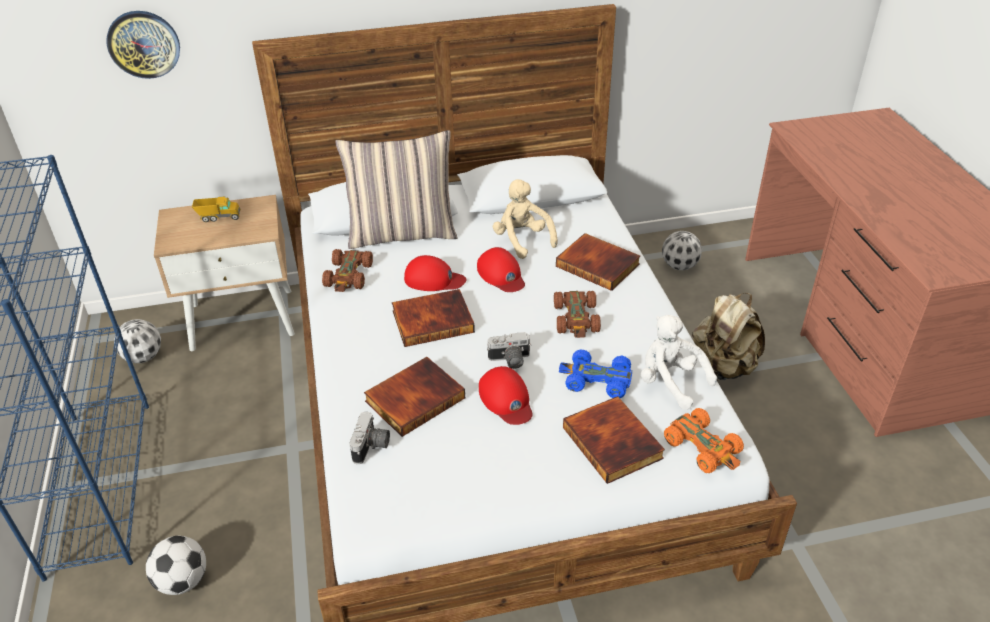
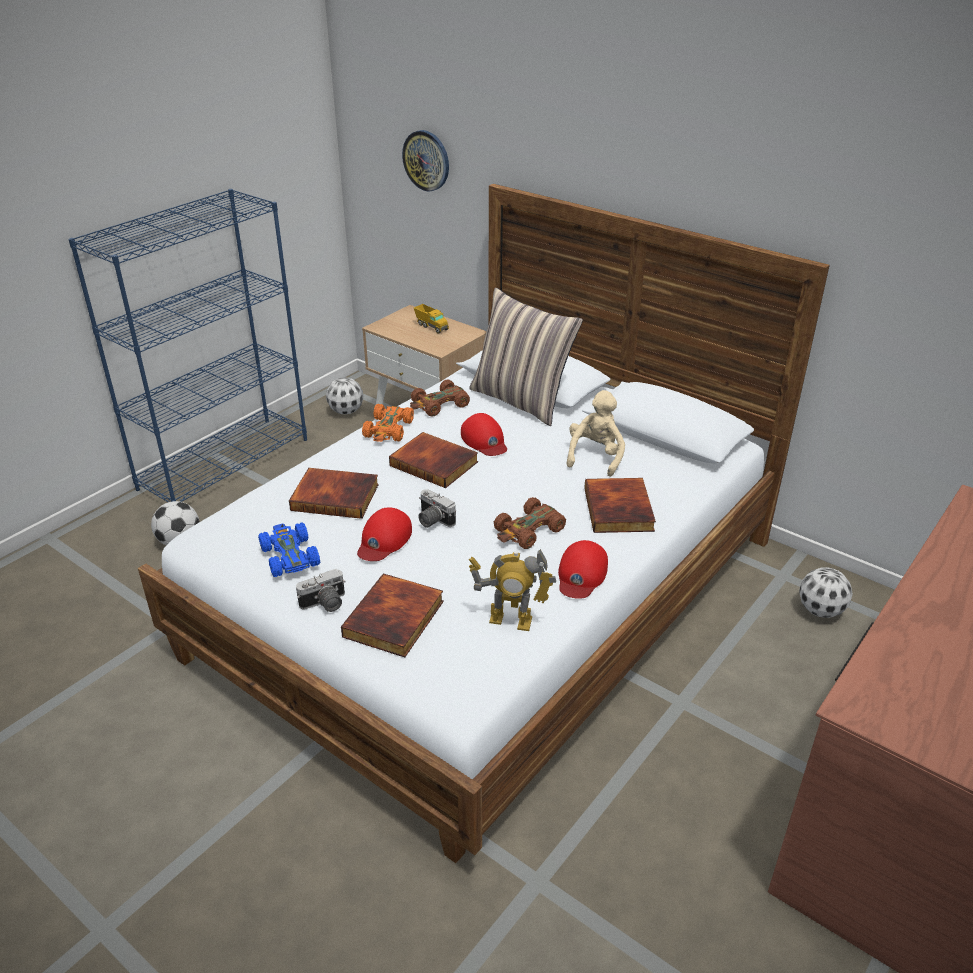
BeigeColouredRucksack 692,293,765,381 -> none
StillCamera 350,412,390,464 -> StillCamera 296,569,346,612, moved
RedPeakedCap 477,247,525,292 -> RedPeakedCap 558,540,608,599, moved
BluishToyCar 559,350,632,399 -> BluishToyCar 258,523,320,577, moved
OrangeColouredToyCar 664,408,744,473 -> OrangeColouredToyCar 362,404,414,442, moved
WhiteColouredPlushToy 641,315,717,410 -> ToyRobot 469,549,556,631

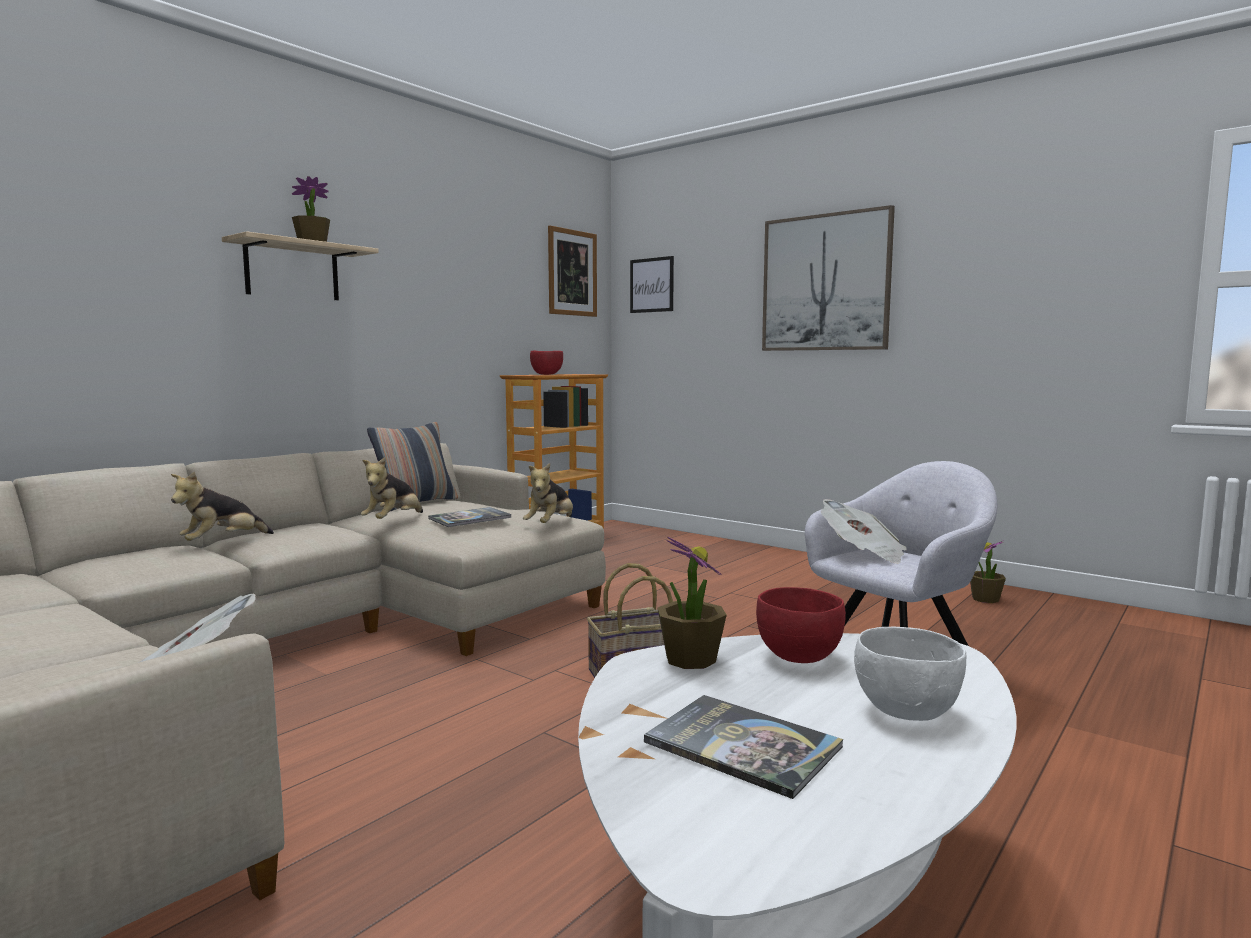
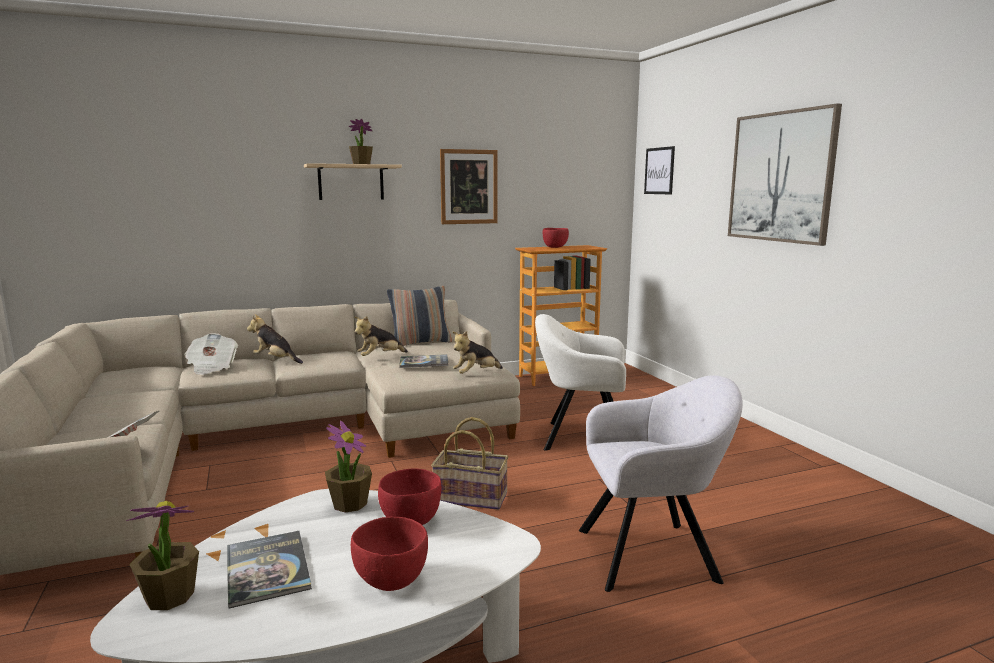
none -> WhiteColouredArmchair 535,314,626,451
WallPicture 548,226,597,317 -> WallPicture 440,149,498,224, moved
PrintedPaper 821,499,906,564 -> PrintedPaper 184,333,238,375, moved
PlantInAPot 970,540,1006,603 -> PlantInAPot 126,501,199,610, moved
WhiteColouredBowl 854,627,966,721 -> RedBowl 351,517,428,591
PlushToy 171,472,274,541 -> PlushToy 247,314,303,364, 45 degrees clockwise

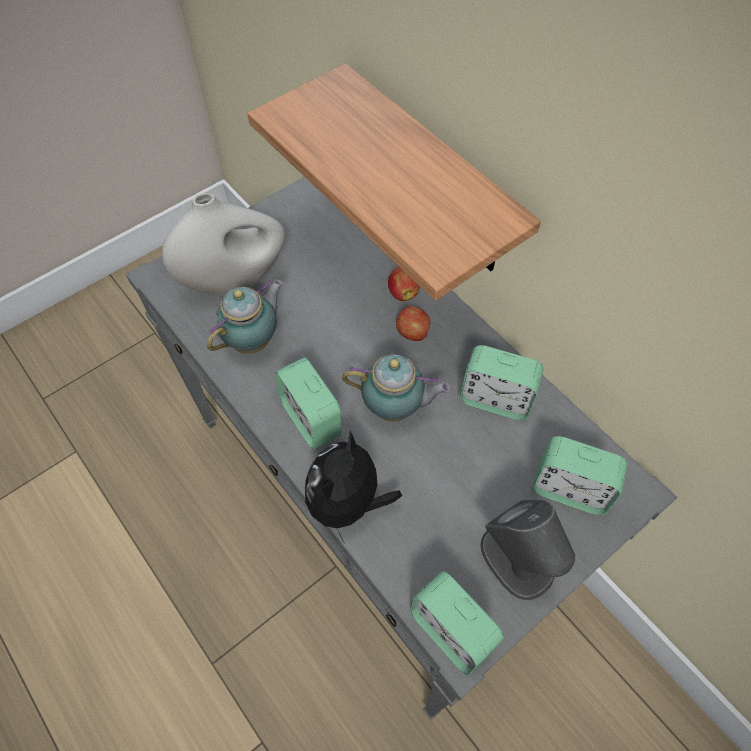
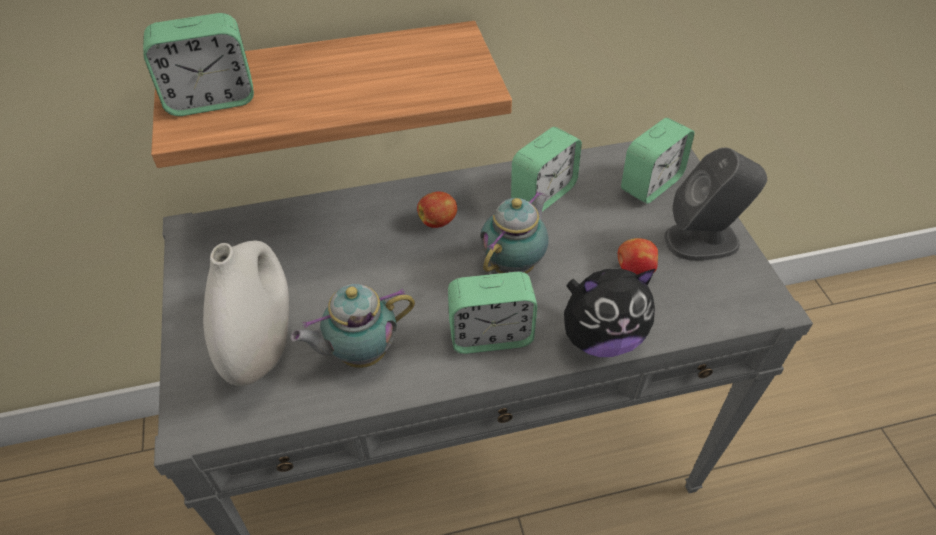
AppleFruit 388,267,420,301 -> AppleFruit 618,238,658,275, moved
BedsideClock 410,571,504,676 -> BedsideClock 143,13,254,116, moved
PotForTea 207,279,284,354 -> PotForTea 290,284,415,368, 90 degrees counterclockwise
PlushToy 305,431,402,543 -> PlushToy 564,268,655,357, 60 degrees counterclockwise

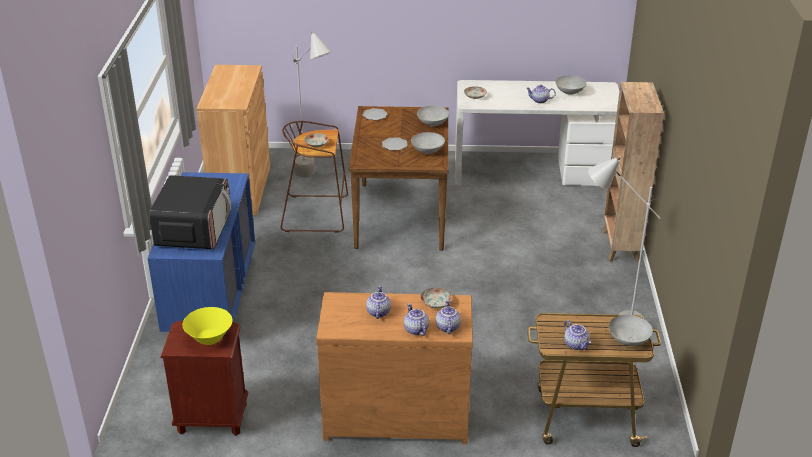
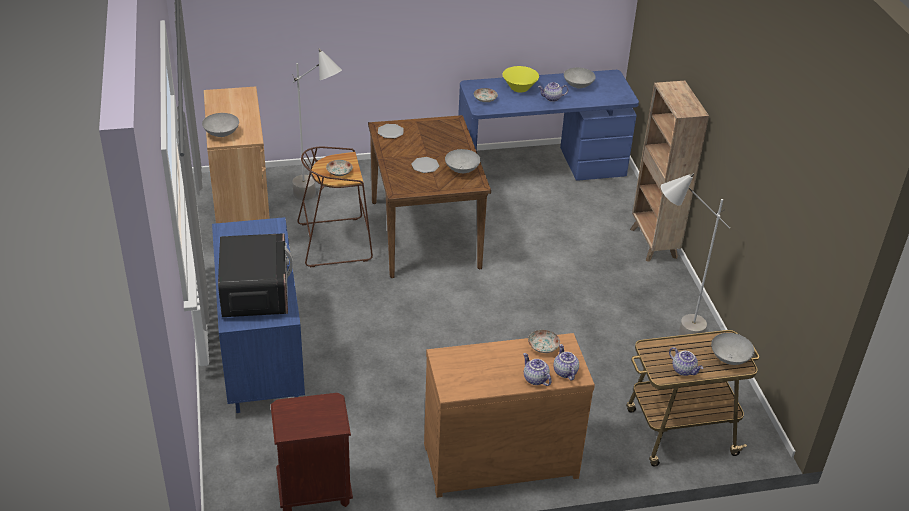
PotForTea 366,286,391,319 -> none
YellowBowl 183,307,232,345 -> YellowBowl 503,66,539,92, moved
GreyBowl 417,106,449,126 -> GreyBowl 202,113,239,137, moved
WhiteColouredDesk 455,80,619,186 -> BluishDesk 458,70,639,181

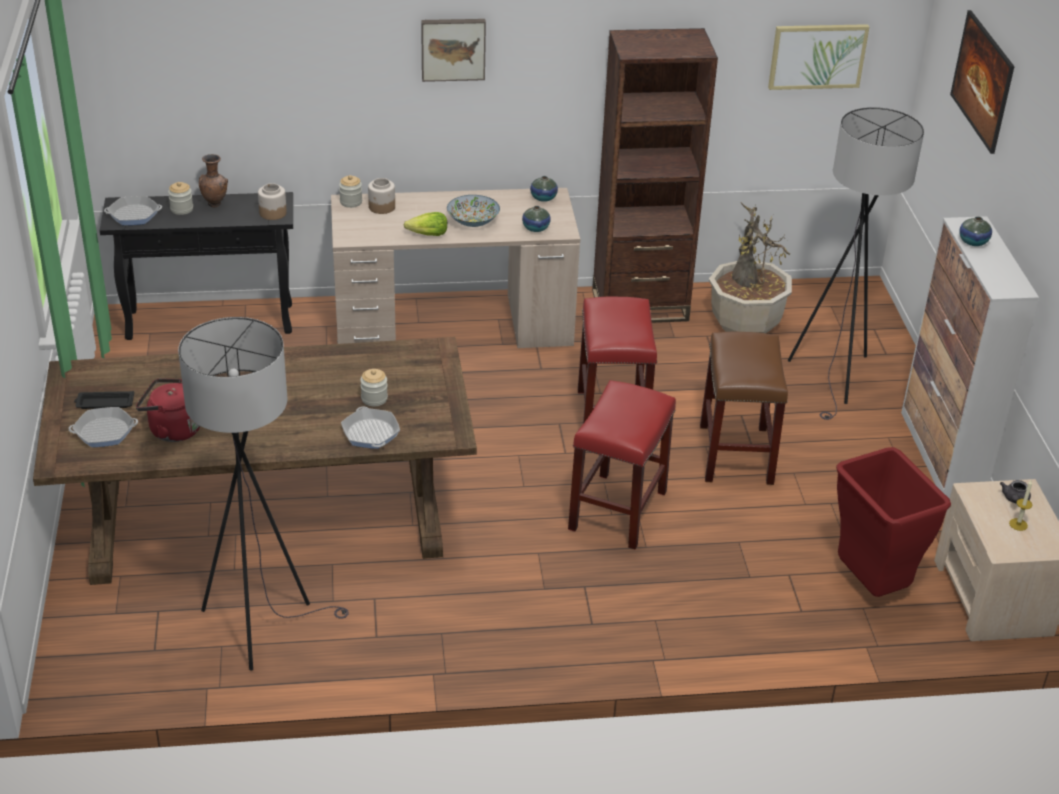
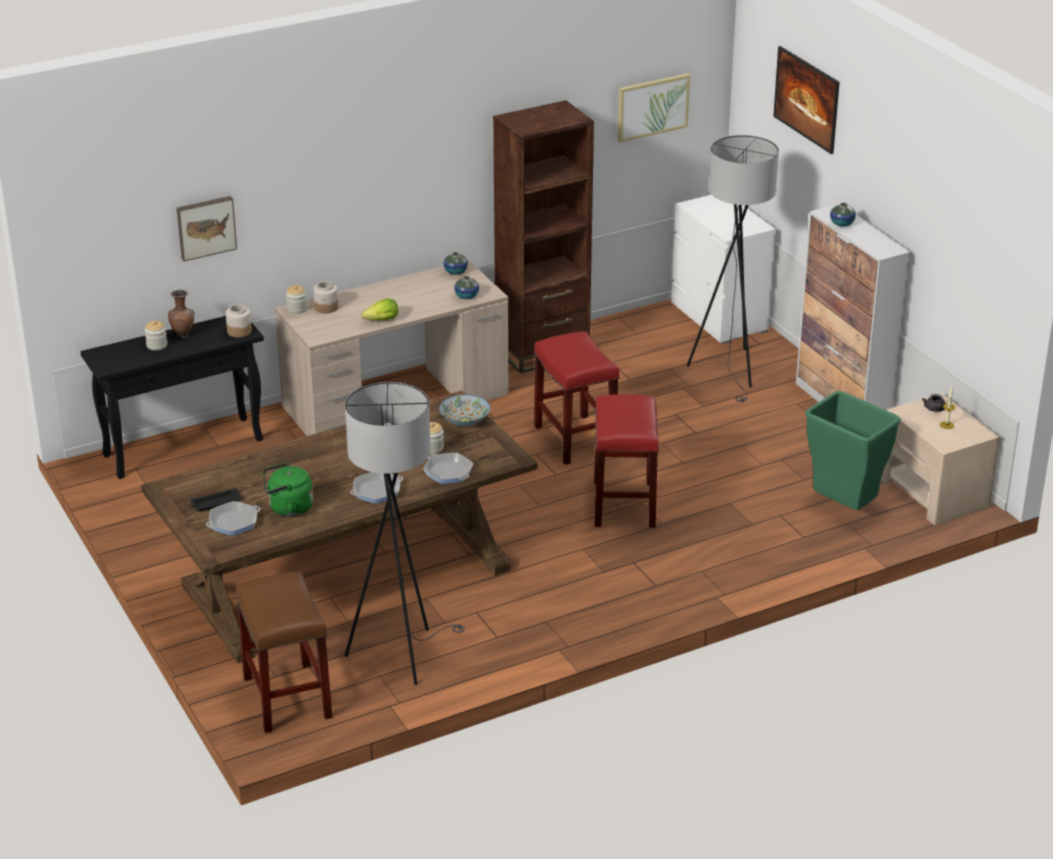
PlantInAPot 709,203,792,333 -> none
none -> WhiteColouredChestOfDrawers 671,195,776,344
Pan 104,196,162,225 -> Pan 350,472,403,504, moved
WallPicture 421,19,486,82 -> WallPicture 176,196,237,261, moved
Bowl 447,195,500,227 -> Bowl 439,395,491,426, moved
BrownishStool 700,332,788,485 -> BrownishStool 236,571,332,733, moved
RedWaterKettle 136,379,200,442 -> GreenColouredWaterKettle 263,463,313,516
RedRubbishBin 836,447,951,597 -> GreenColouredRubbishBin 805,391,901,510

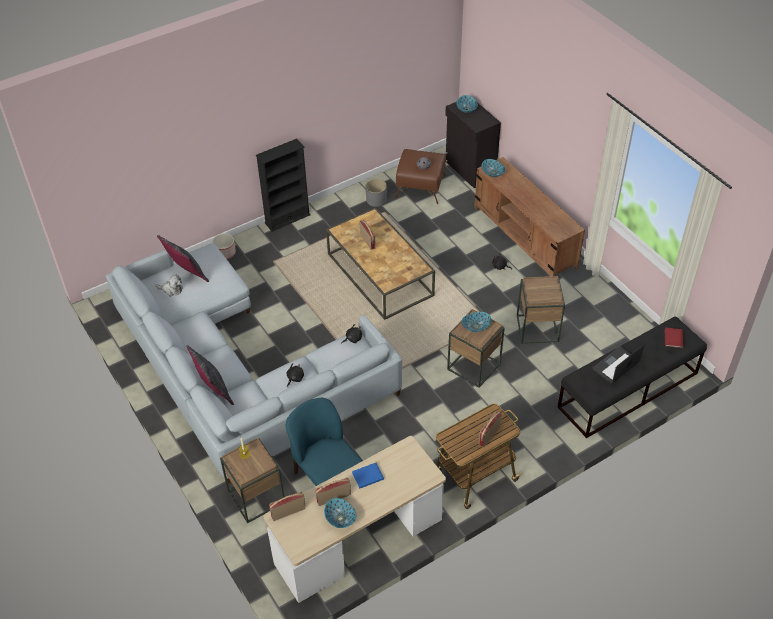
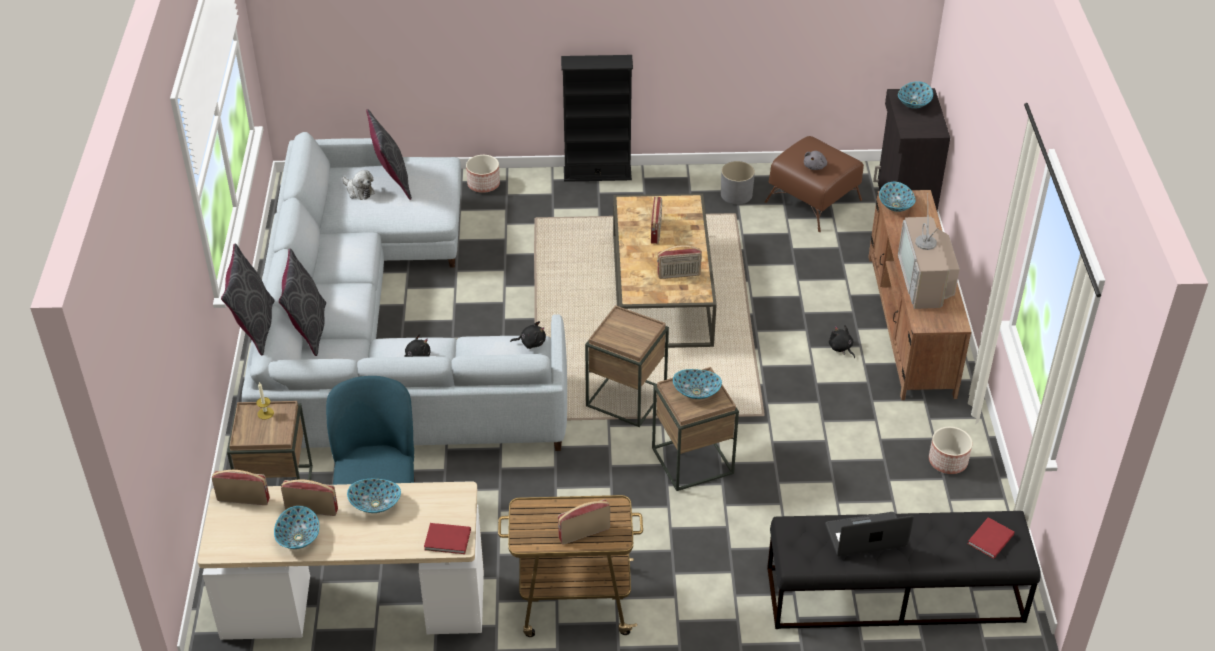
none -> GreyCushion 221,243,274,355
none -> RedBoundBook 424,523,471,554
none -> RadioReceiver 657,245,702,279
none -> TvSet 898,193,960,309
none -> PlantPot 929,427,972,474
BrownishSideTable 517,276,565,344 -> BrownishSideTable 585,305,669,427, moved
BluishBoundBook 352,463,384,488 -> Bowl 347,479,401,513

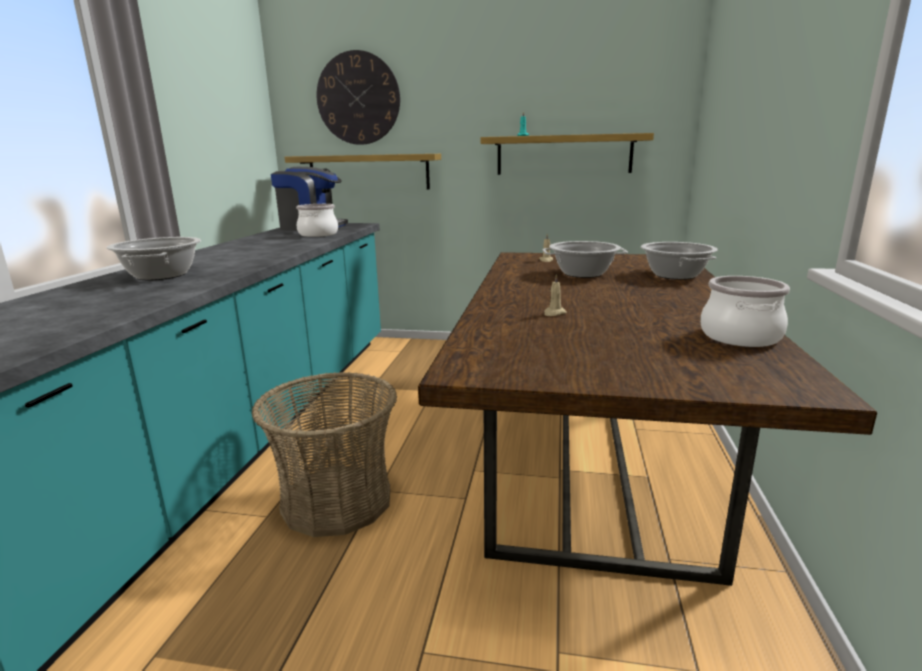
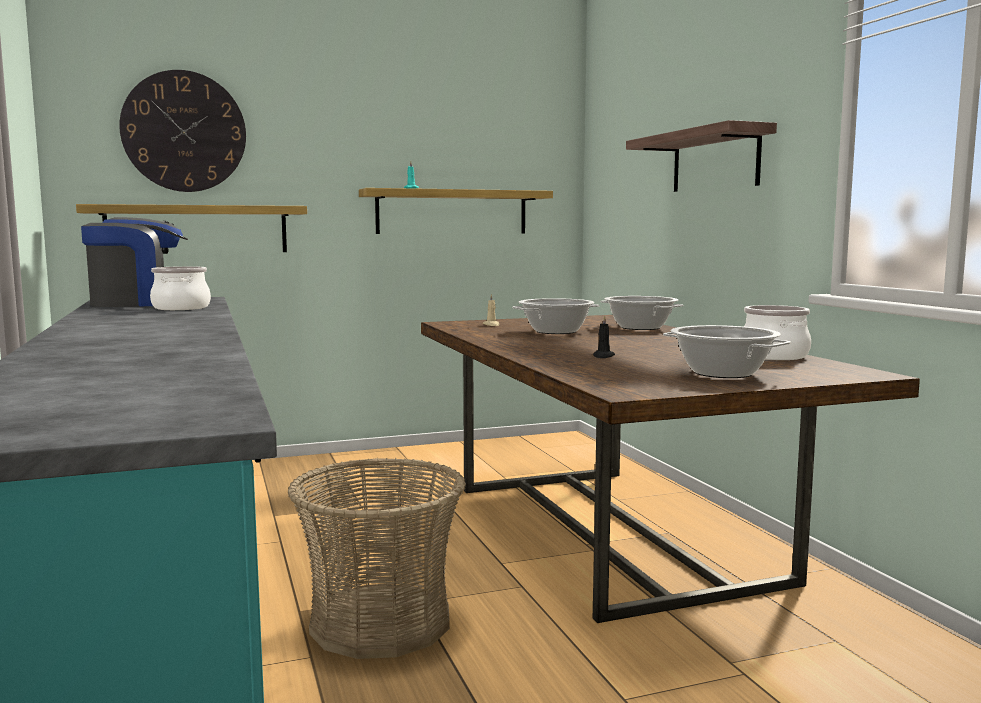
none -> WallShelf 626,120,777,192
CookingPot 107,237,201,280 -> CookingPot 663,325,791,378, moved
BeigeColouredWaxLight 544,274,566,316 -> BlackColouredWaxLight 593,315,615,358

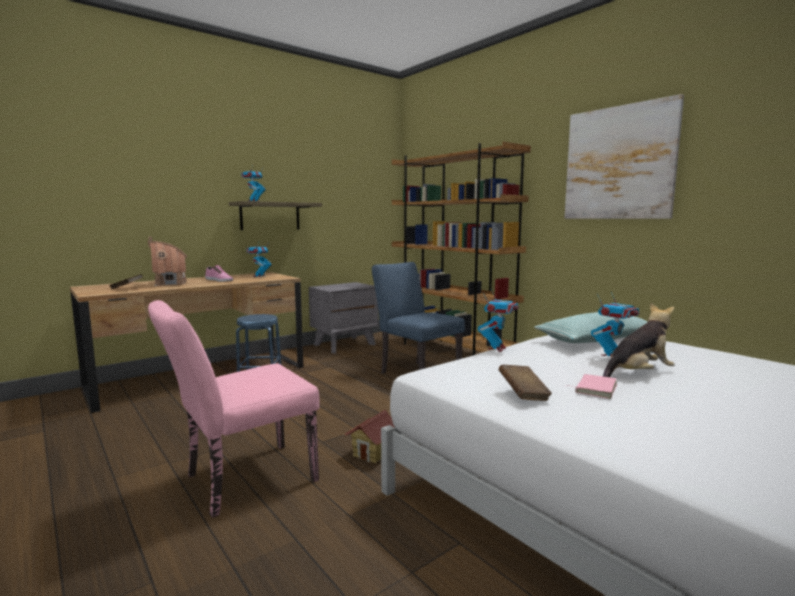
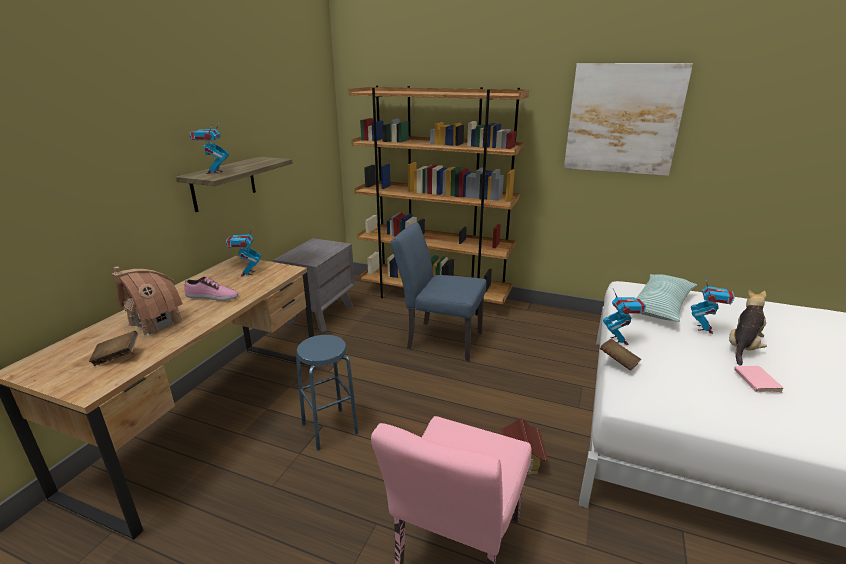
BrownishBoundBook 499,365,552,401 -> BrownishBoundBook 600,339,641,371, moved

